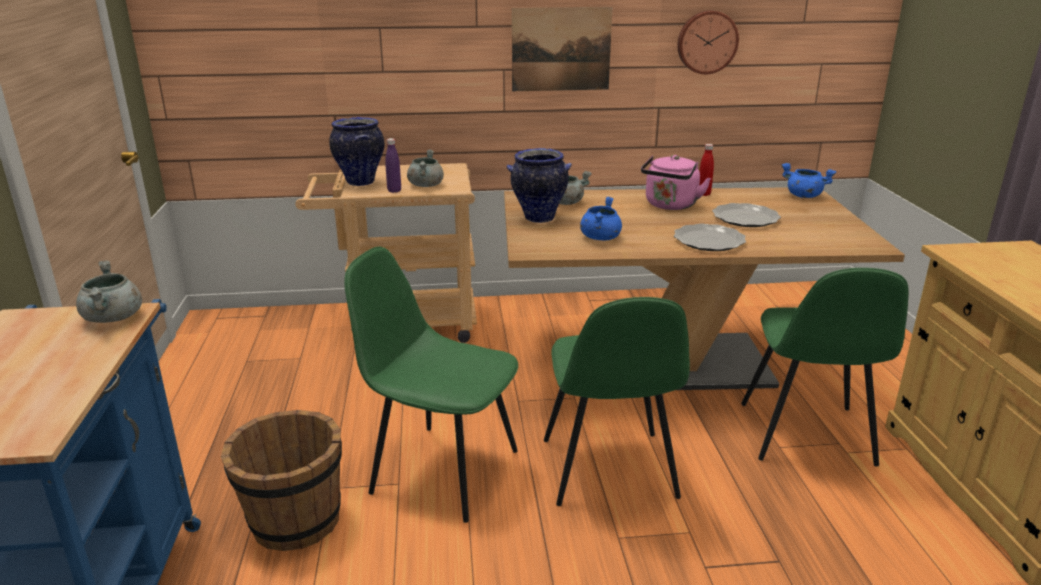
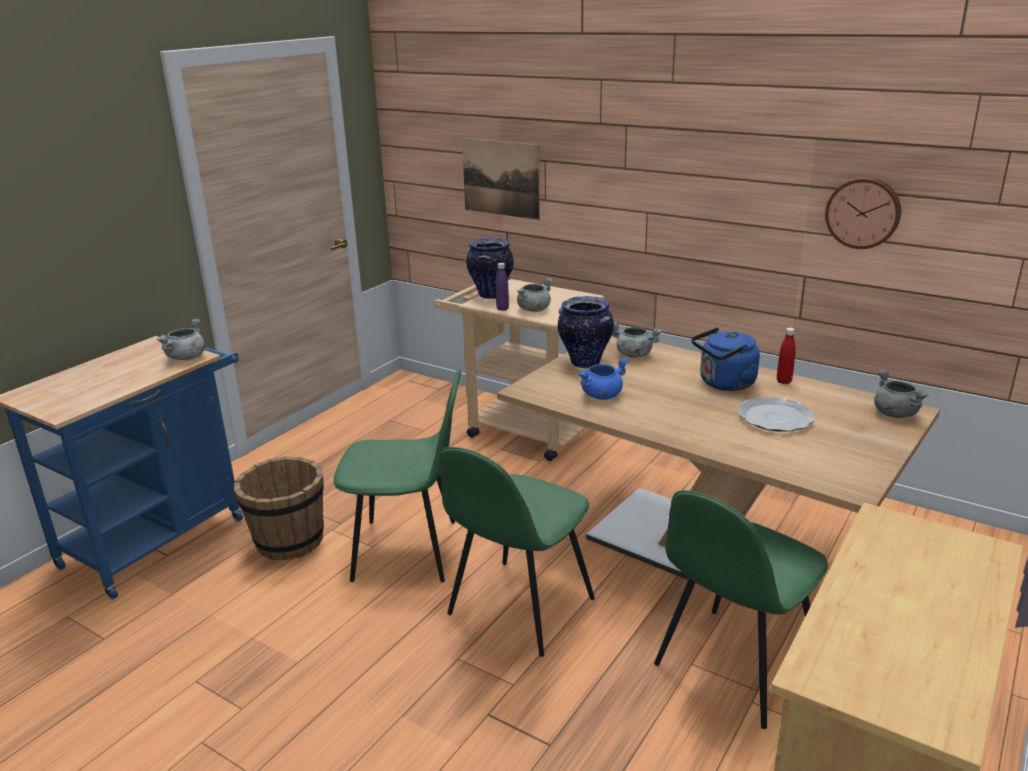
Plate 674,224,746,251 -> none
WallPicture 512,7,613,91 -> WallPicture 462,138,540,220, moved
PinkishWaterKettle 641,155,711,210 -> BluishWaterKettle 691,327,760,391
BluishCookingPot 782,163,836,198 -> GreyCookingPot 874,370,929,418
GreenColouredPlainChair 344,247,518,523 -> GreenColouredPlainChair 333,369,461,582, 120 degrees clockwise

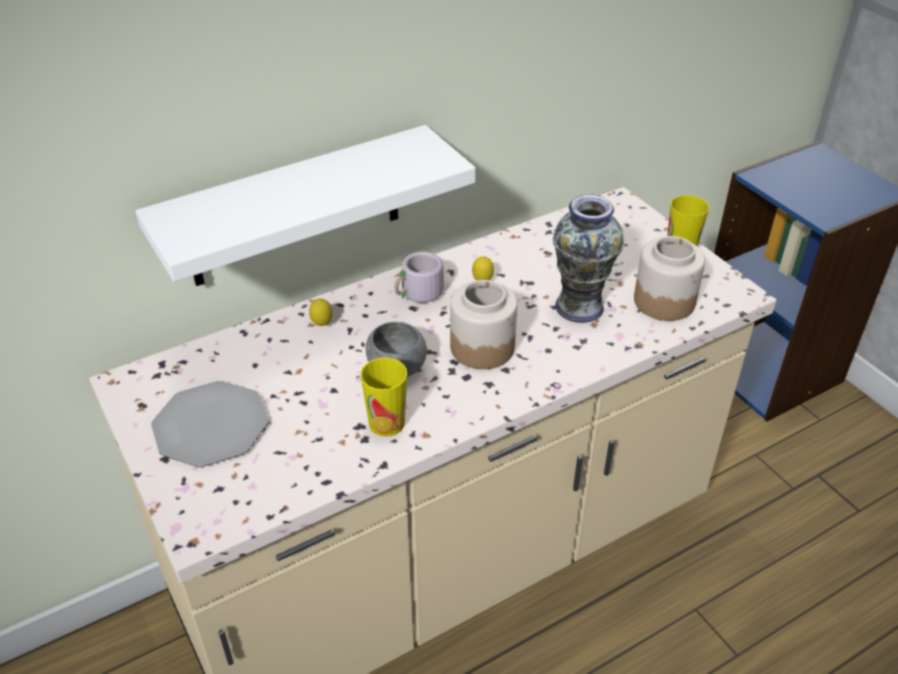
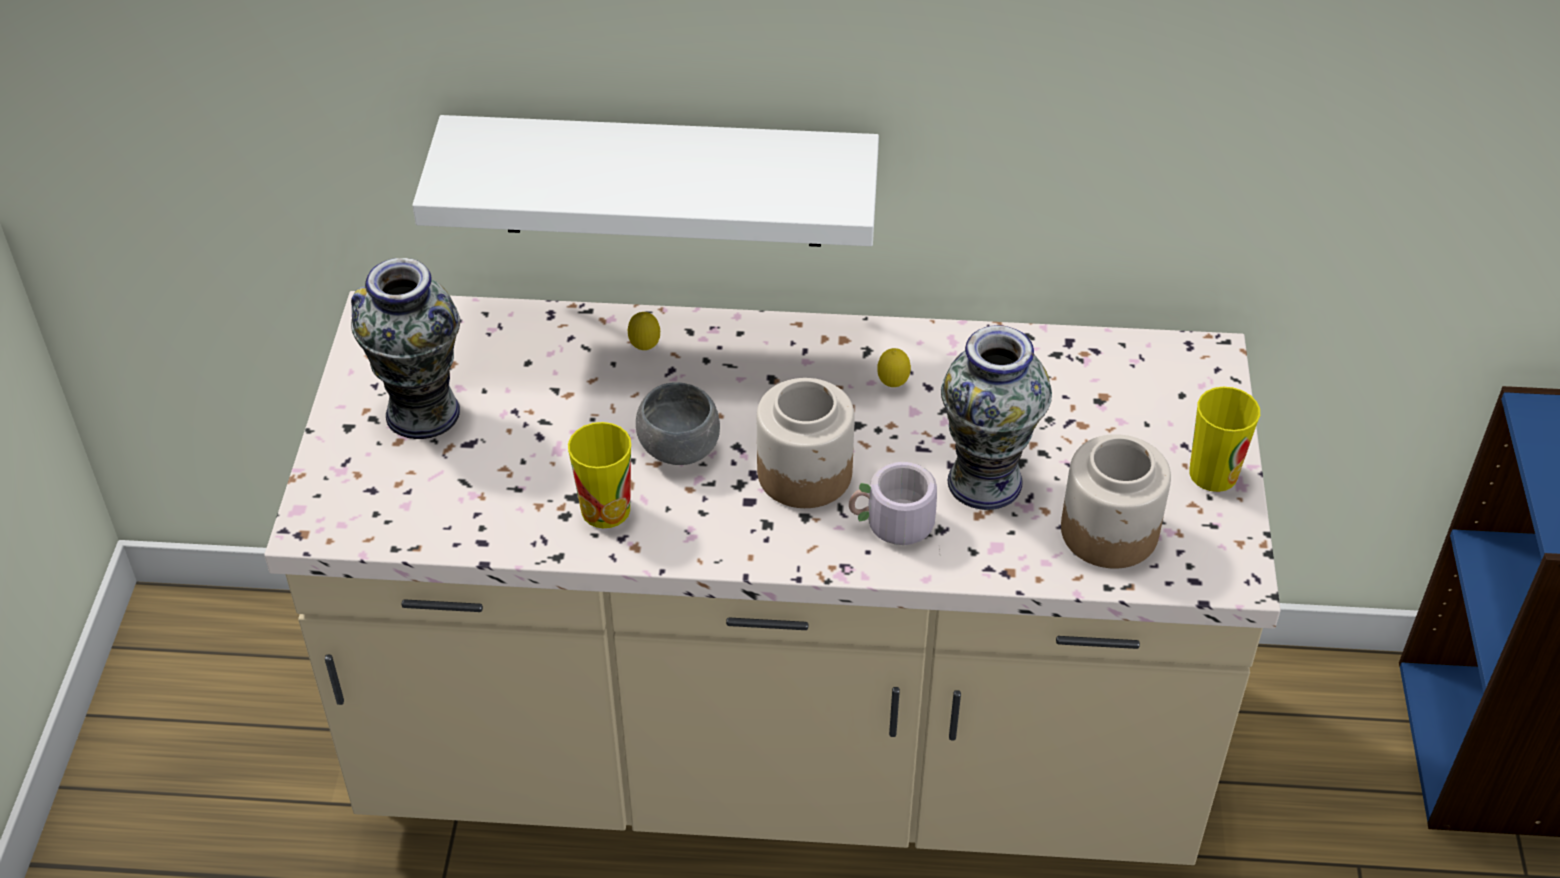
GreyMug 394,251,453,303 -> GreyMug 849,462,940,552, moved
Plate 151,381,269,467 -> DecorativeVase 351,258,460,439

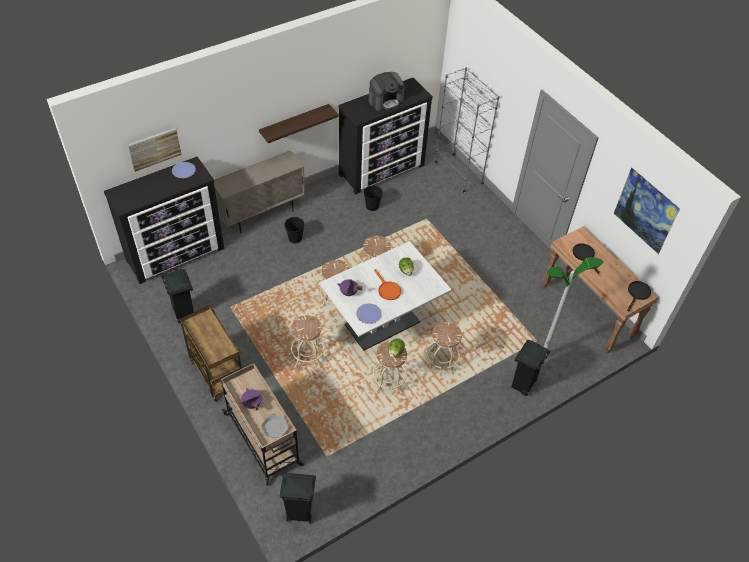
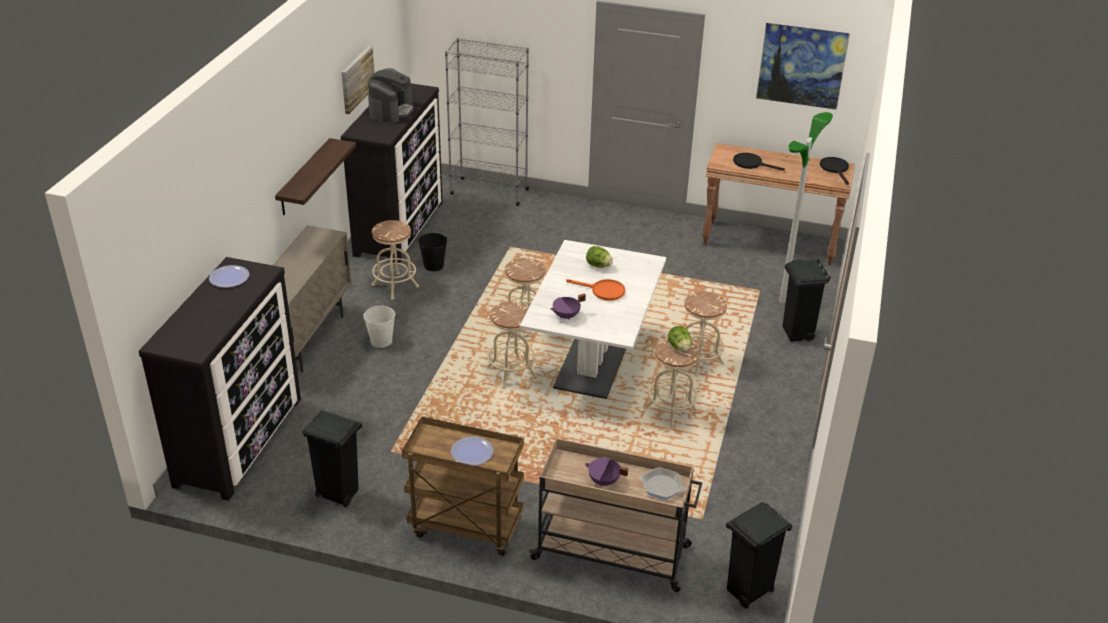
WallPicture 127,128,182,172 -> WallPicture 341,46,375,114, moved
BeigeColouredStool 291,315,324,367 -> BeigeColouredStool 372,220,419,300, moved
Plate 356,303,382,324 -> Plate 451,437,494,466, moved
BlackColouredWaterBucket 284,217,305,244 -> WhiteColouredWaterBucket 363,306,396,348

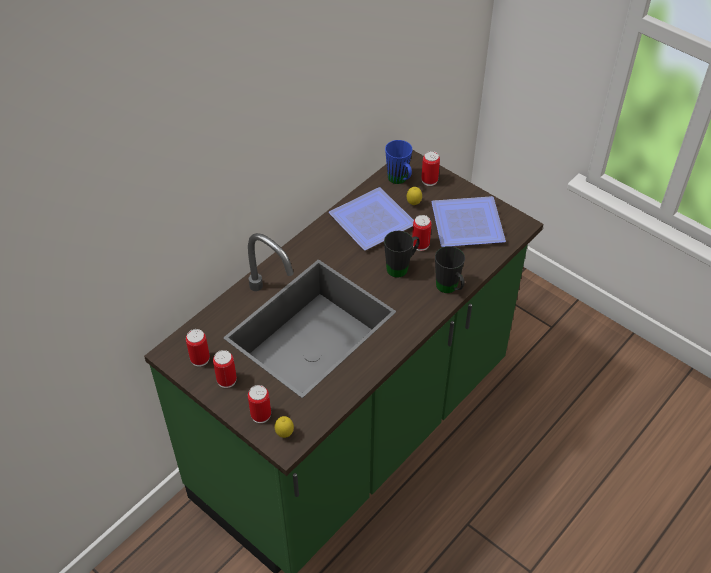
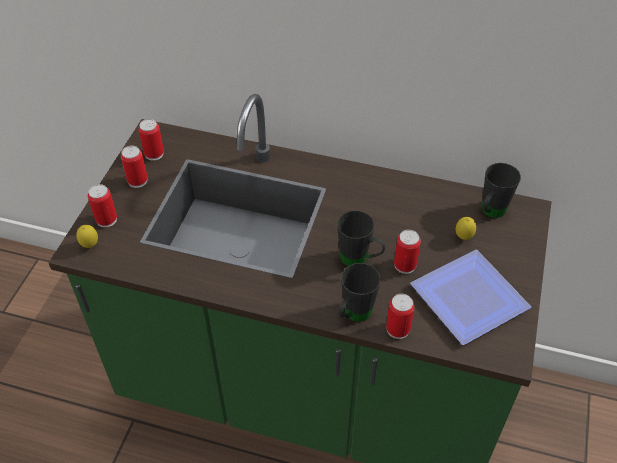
Plate 328,187,414,250 -> none
SealedCan 421,151,440,186 -> SealedCan 386,294,415,339, moved
BluishMug 385,140,412,184 -> BlackColouredMug 482,163,521,218

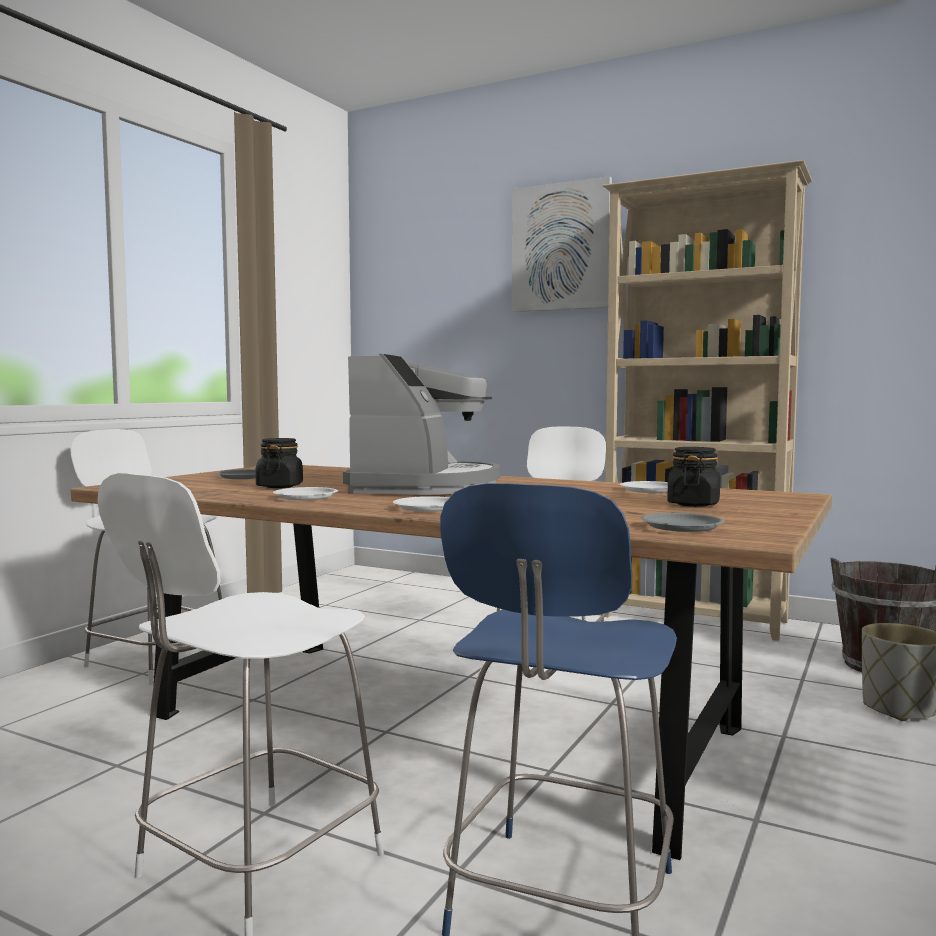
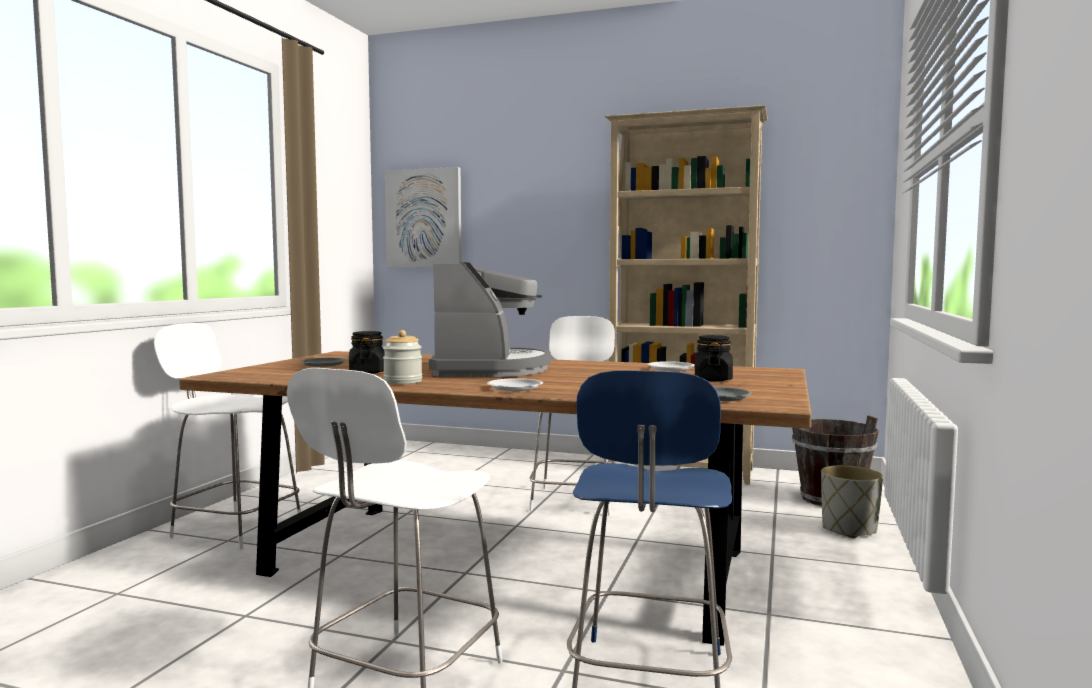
WallPicture 512,176,612,312 -> WallPicture 385,167,462,267, moved
WhiteColouredPlate 273,487,338,500 -> Jar 383,330,422,384

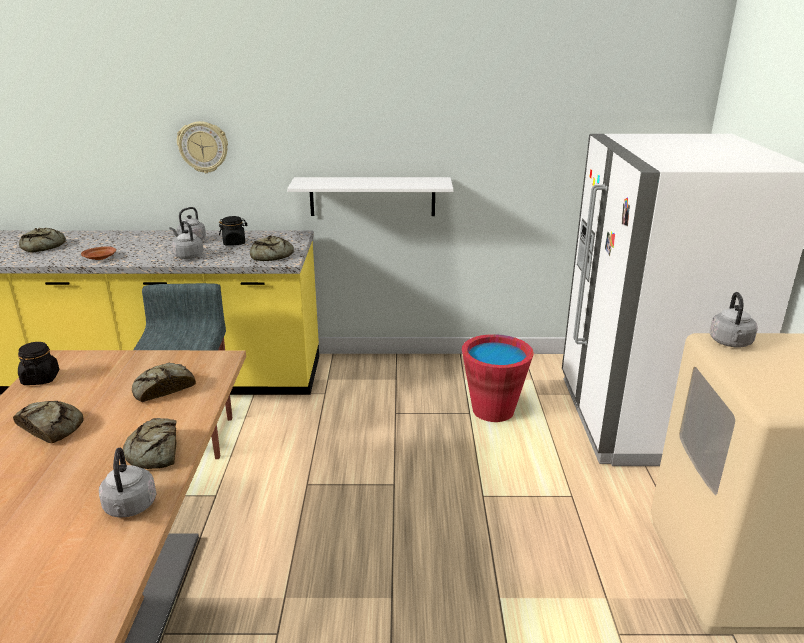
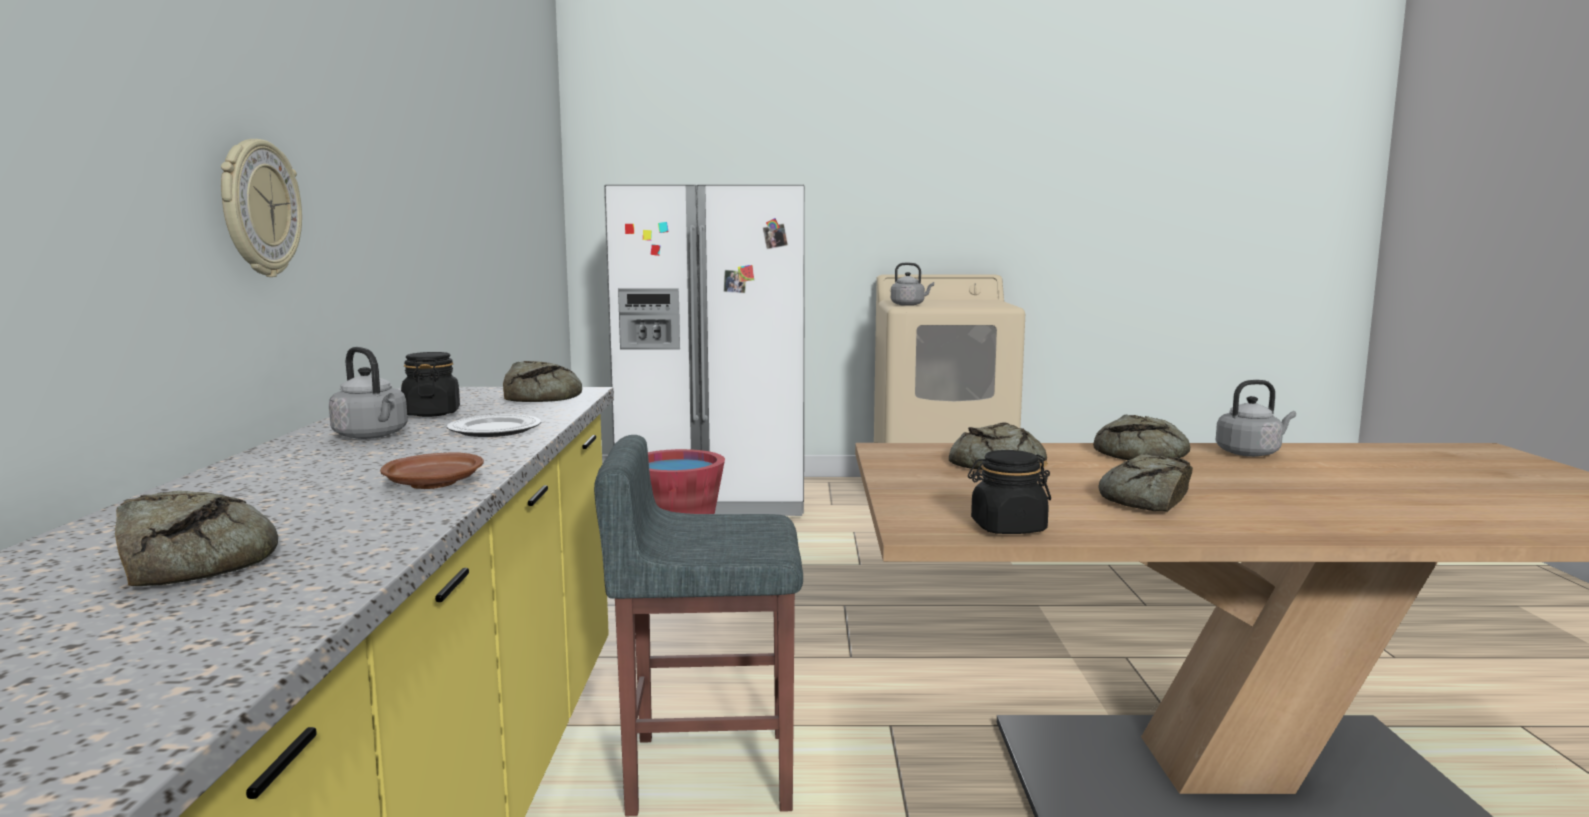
WhiteColouredWallShelf 287,177,453,216 -> none
GreyWaterKettle 172,221,203,259 -> Plate 447,414,541,437

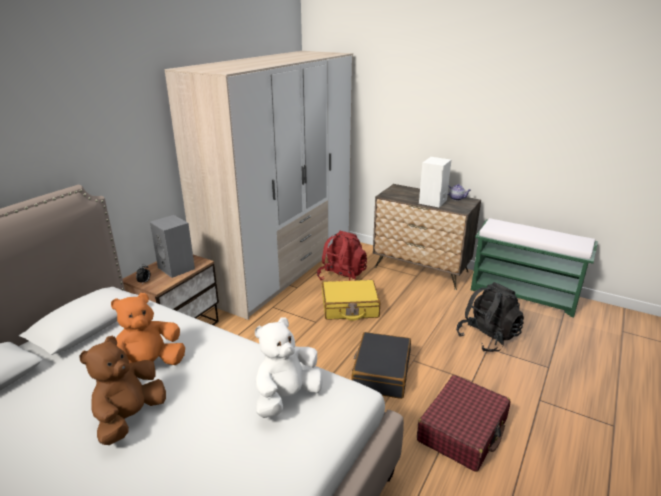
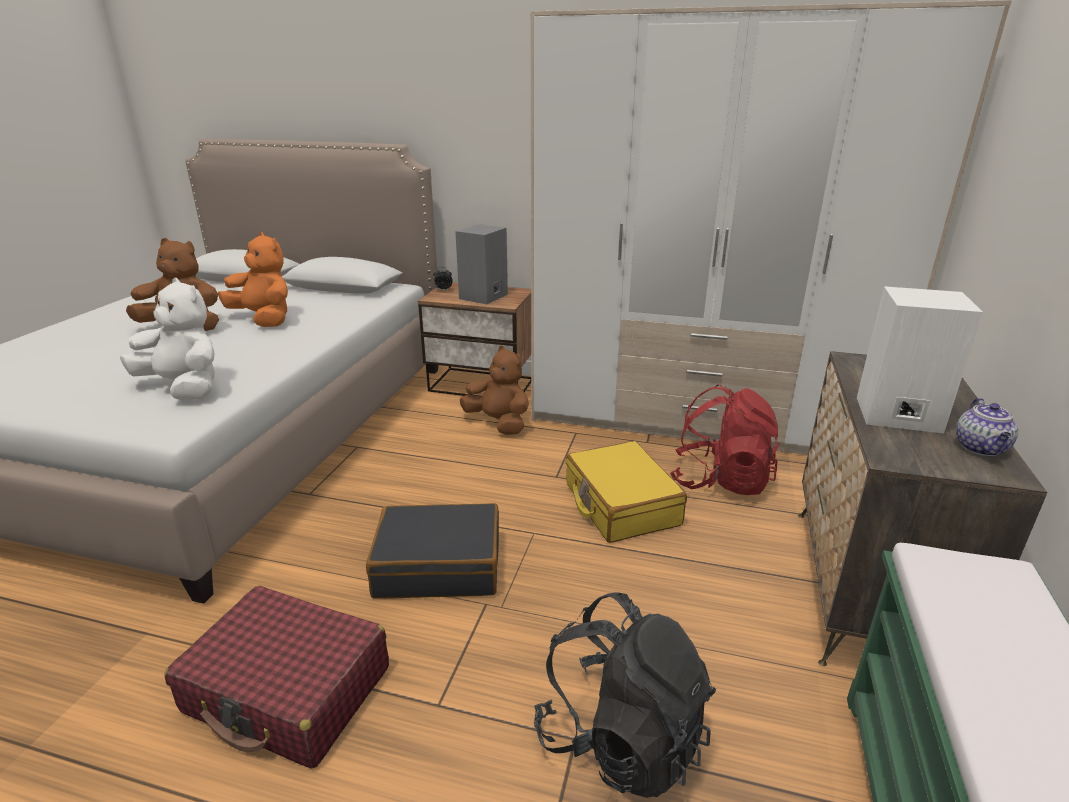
none -> BrownishPlushToy 460,346,529,435

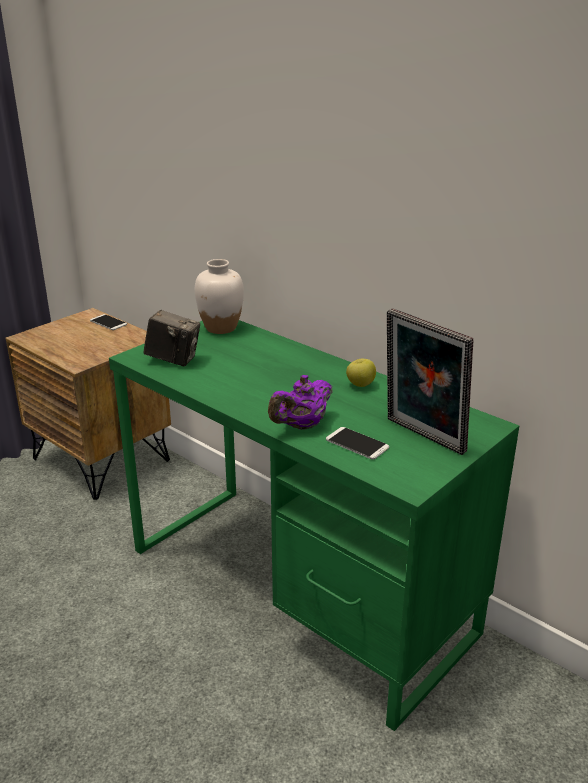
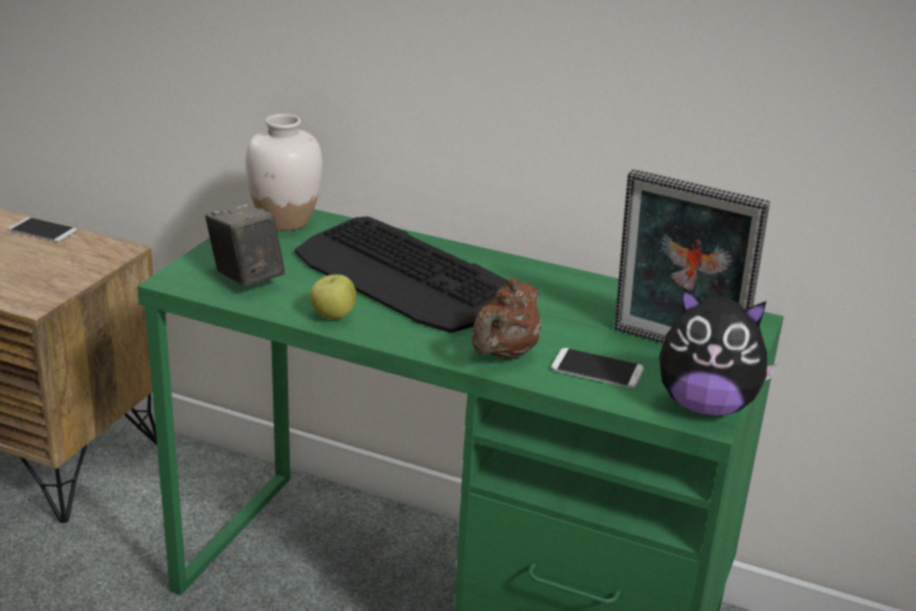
none -> ComputerKeyboard 295,216,507,333
none -> PlushToy 659,288,777,416
AppleFruit 346,359,376,387 -> AppleFruit 309,275,356,319, moved
PurpleColouredPotForTea 268,375,333,430 -> BrownishPotForTea 472,278,541,360
StillCamera 144,310,200,366 -> StillCamera 205,203,285,286, 120 degrees counterclockwise

